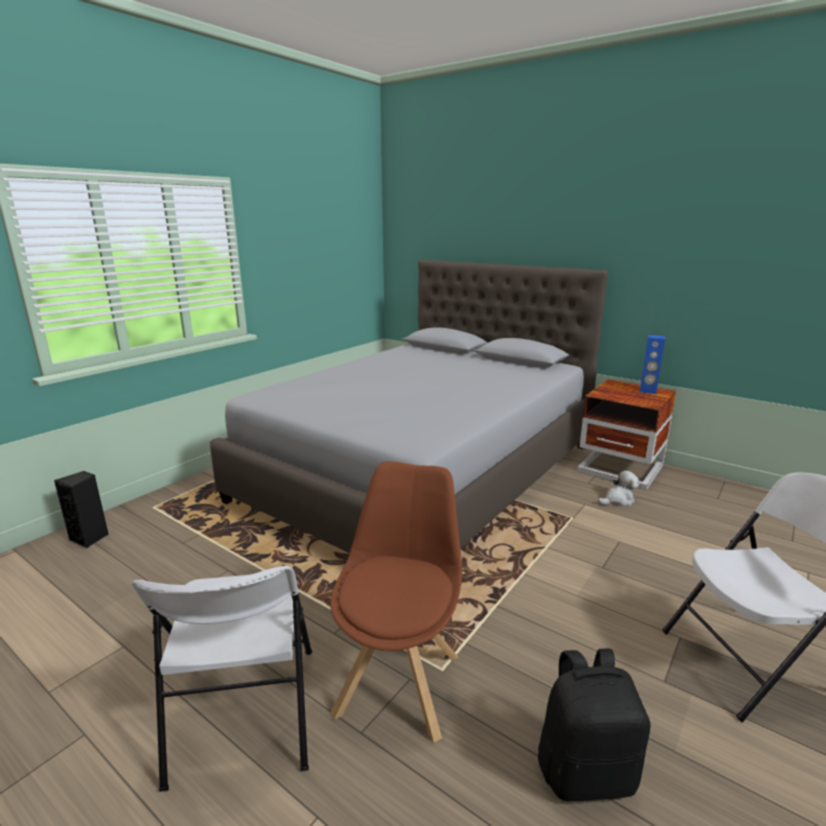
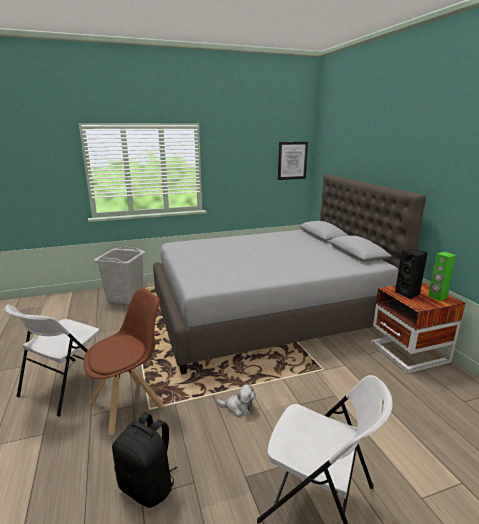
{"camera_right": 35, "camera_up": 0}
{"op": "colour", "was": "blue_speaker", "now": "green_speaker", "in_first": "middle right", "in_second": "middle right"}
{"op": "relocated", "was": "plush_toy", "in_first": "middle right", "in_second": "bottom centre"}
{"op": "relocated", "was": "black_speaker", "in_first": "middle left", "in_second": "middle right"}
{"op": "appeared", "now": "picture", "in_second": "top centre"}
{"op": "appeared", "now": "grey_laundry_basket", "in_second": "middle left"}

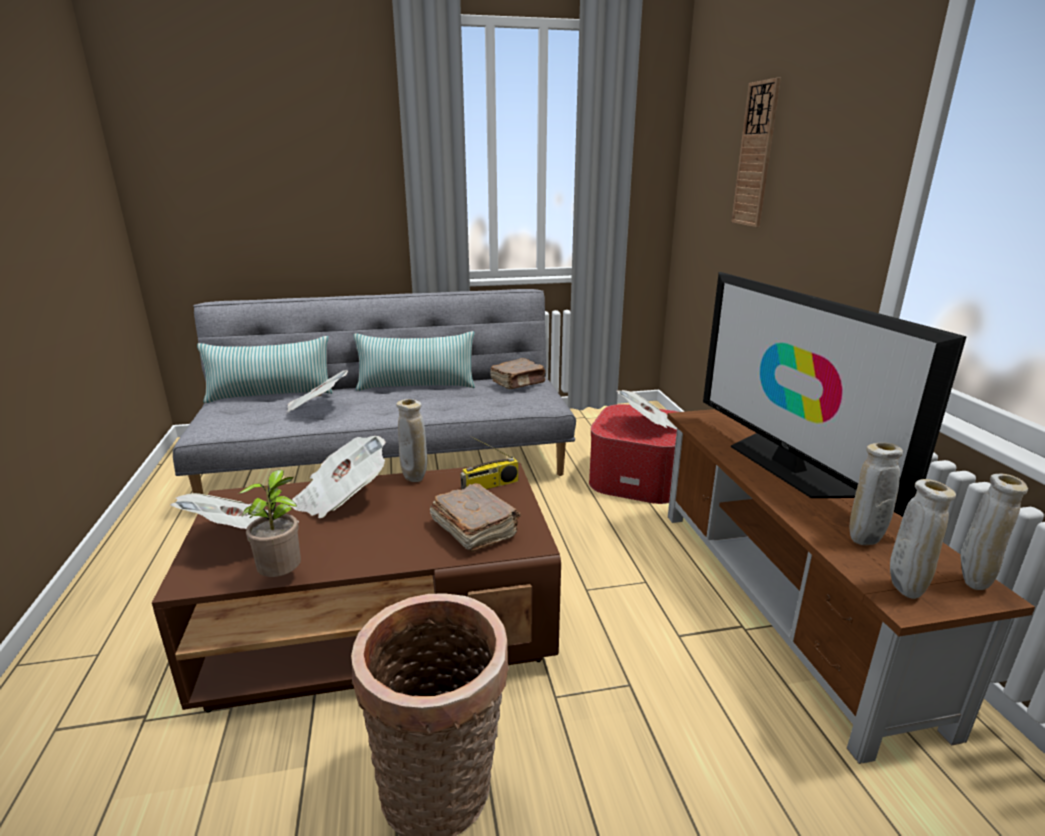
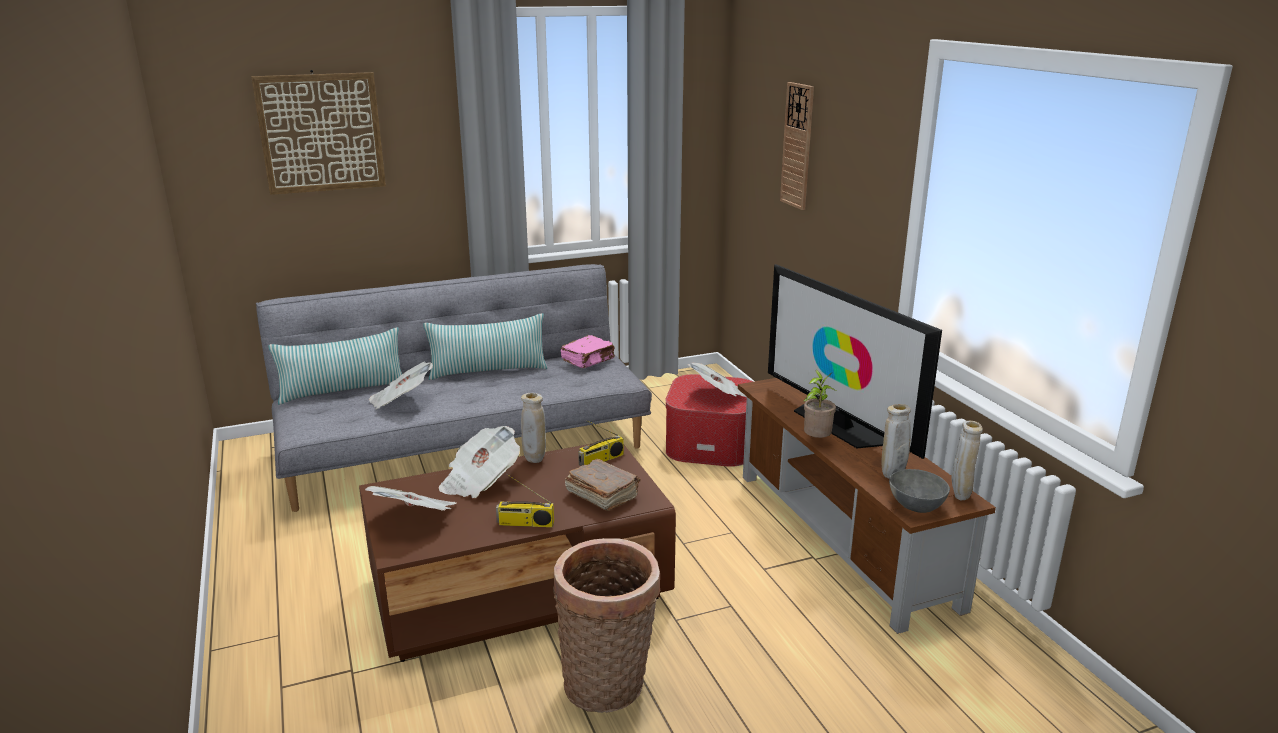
{"camera_right": -10, "camera_up": 0}
{"op": "colour", "was": "brown_book (no. 2 from left)", "now": "pink_book", "in_first": "centre", "in_second": "centre"}
{"op": "relocated", "was": "potted_plant", "in_first": "middle left", "in_second": "centre"}
{"op": "exchanged", "was": "beige_vase (no. 3 from left)", "now": "grey_bowl", "in_first": "middle right", "in_second": "bottom right"}
{"op": "appeared", "now": "picture", "in_second": "top left"}
{"op": "appeared", "now": "radio (no. 1 from left)", "in_second": "bottom centre"}

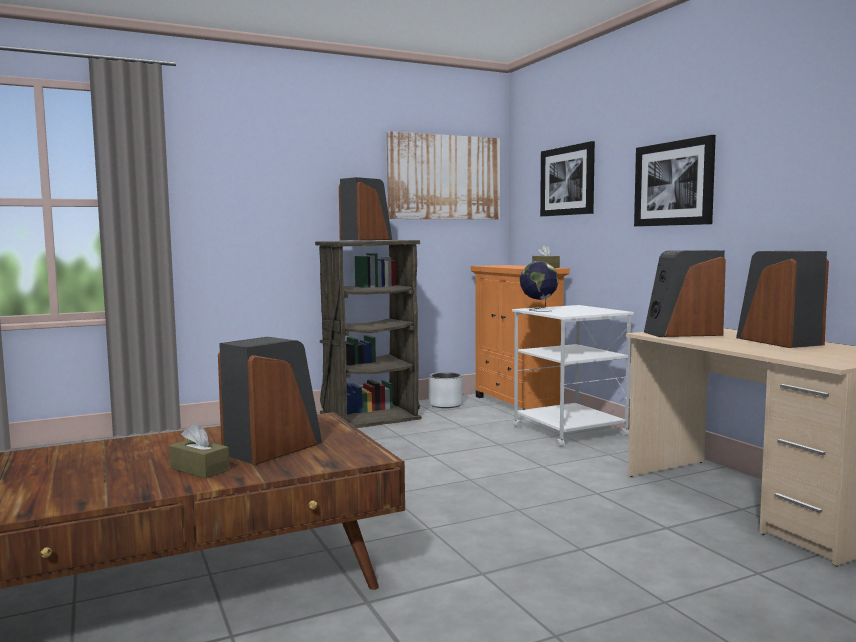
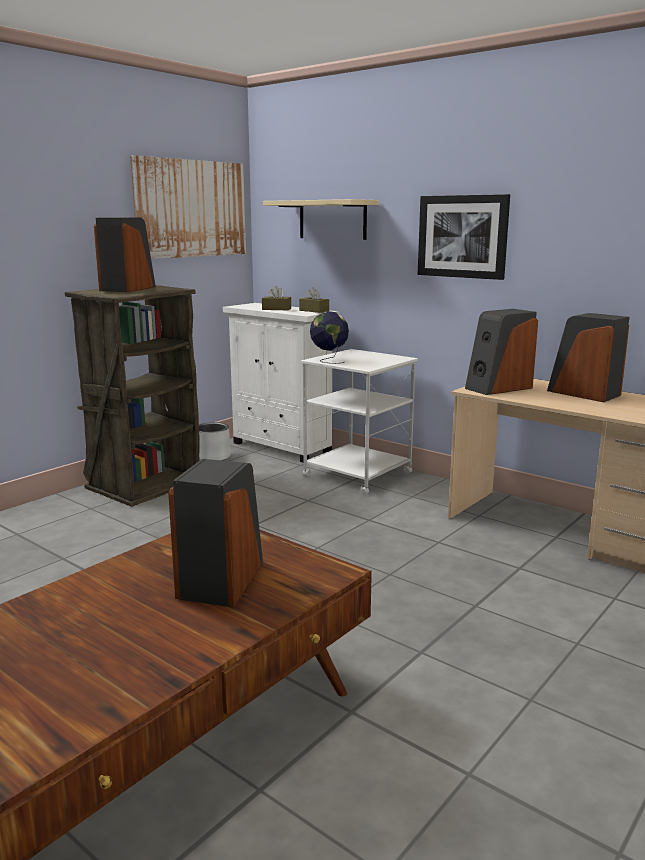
{"camera_right": -25, "camera_up": 10}
{"op": "exchanged", "was": "picture (no. 2 from left)", "now": "beige_shelf", "in_first": "top centre", "in_second": "top centre"}
{"op": "colour", "was": "orange_cabinet", "now": "white_cabinet", "in_first": "centre", "in_second": "centre"}
{"op": "relocated", "was": "brown_tissue_box (no. 1 from left)", "in_first": "bottom left", "in_second": "centre"}

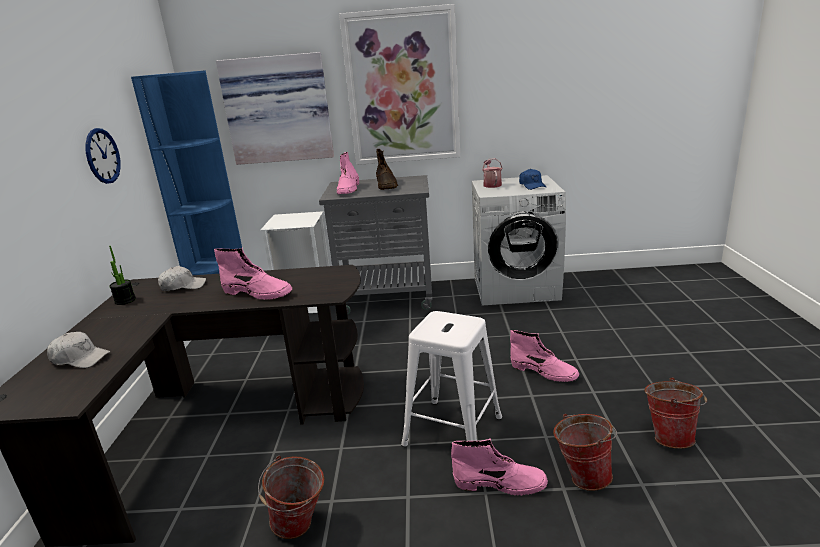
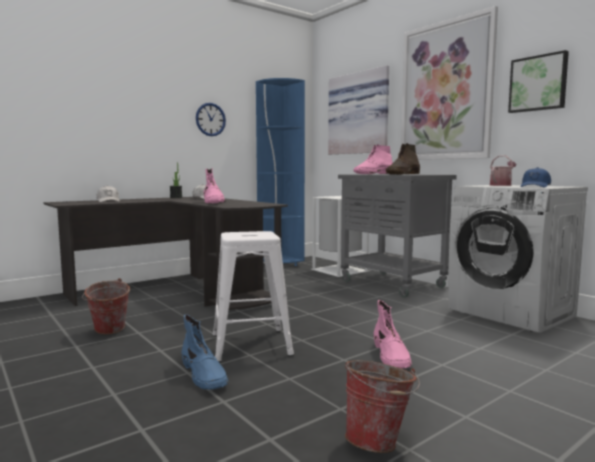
{"camera_right": 50, "camera_up": -15}
{"op": "missing", "was": "bucket (no. 2 from left)", "in_first": "bottom right"}
{"op": "colour", "was": "pink_boot (no. 3 from left)", "now": "blue_boot", "in_first": "bottom centre", "in_second": "bottom centre"}
{"op": "appeared", "now": "picture (no. 3 from left)", "in_second": "top right"}

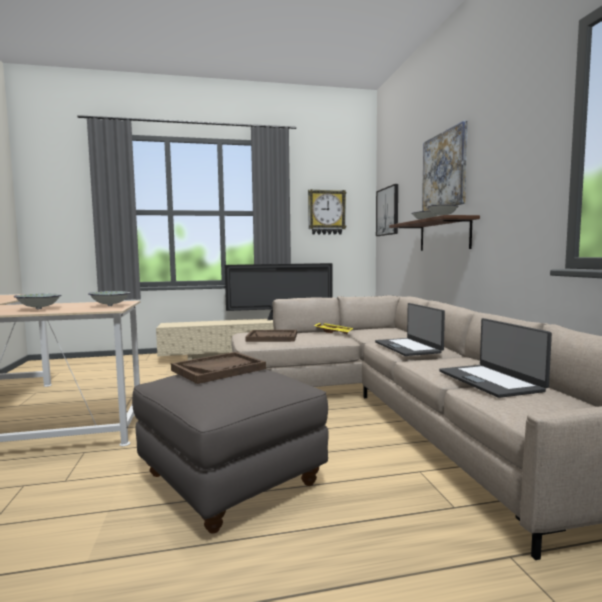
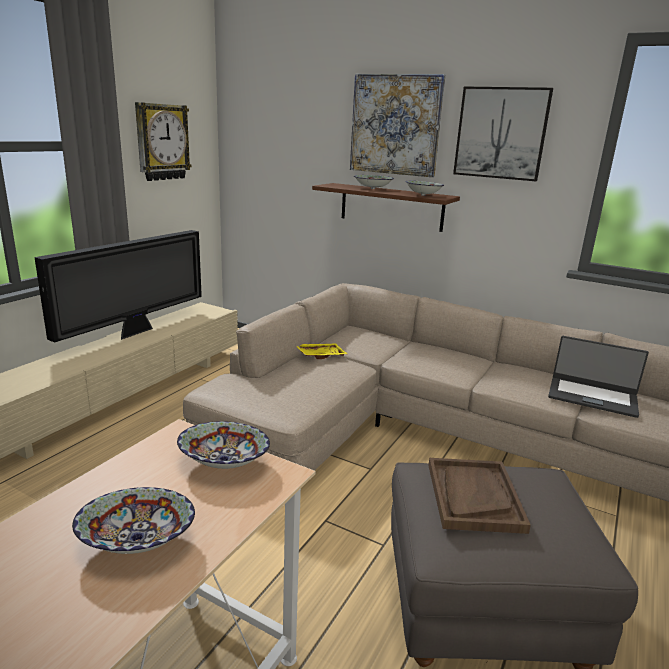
{"camera_right": -50, "camera_up": 15}
{"op": "relocated", "was": "picture (no. 1 from left in the first image)", "now": "picture (no. 2 from left)", "in_first": "centre", "in_second": "top right"}
{"op": "missing", "was": "laptop (no. 1 from left)", "in_first": "middle right"}
{"op": "missing", "was": "brown_tray (no. 2 from left)", "in_first": "centre"}

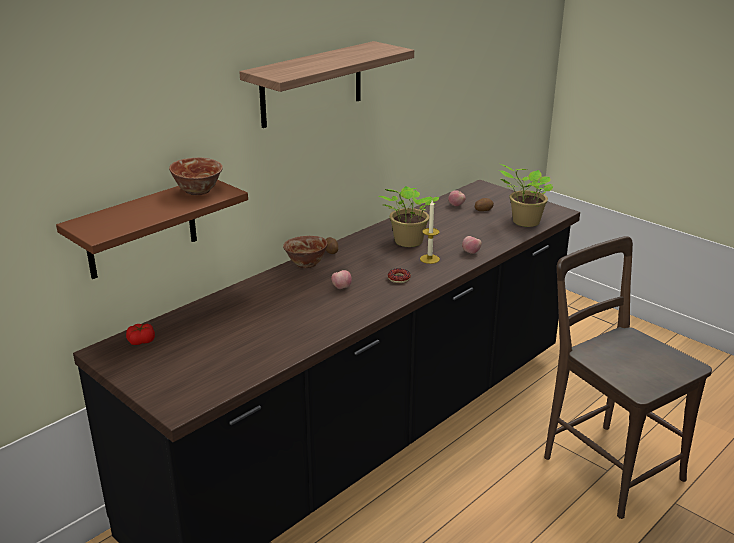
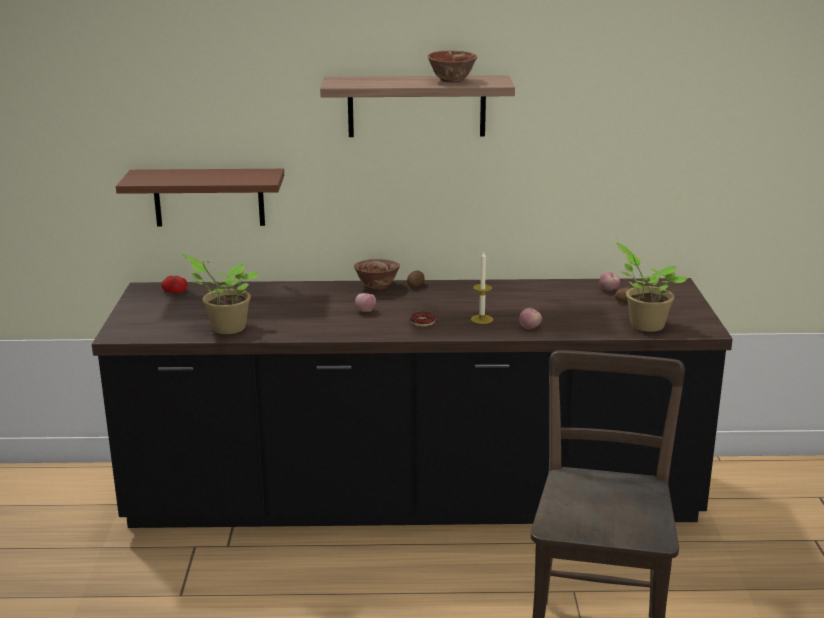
{"camera_right": 45, "camera_up": -5}
{"op": "relocated", "was": "bowl (no. 1 from left in the first image)", "now": "bowl (no. 2 from left)", "in_first": "top left", "in_second": "top centre"}
{"op": "relocated", "was": "potted_plant (no. 1 from left)", "in_first": "centre", "in_second": "middle left"}

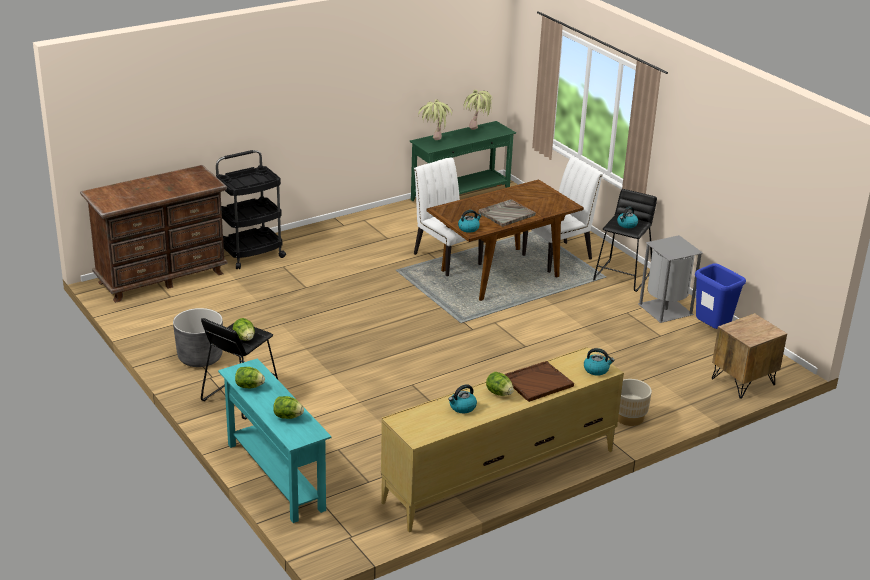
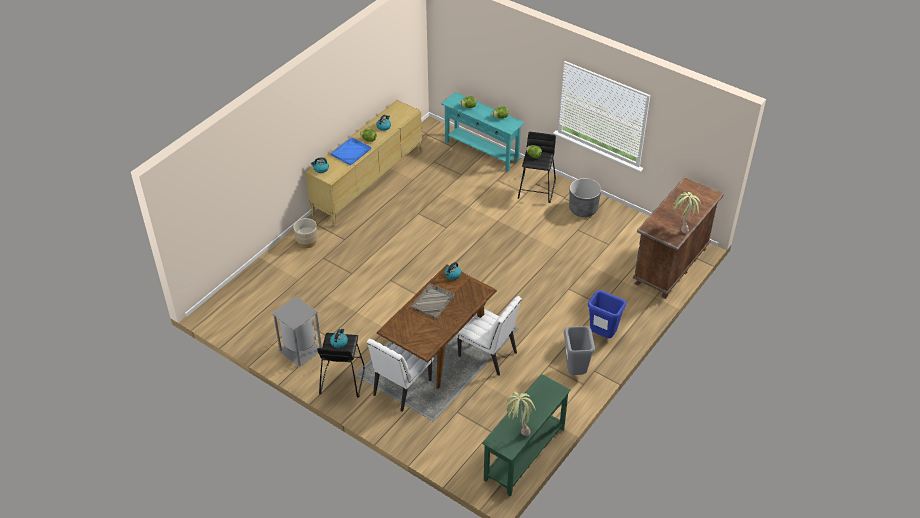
{"camera_right": 160, "camera_up": 15}
{"op": "relocated", "was": "potted_plant (no. 1 from left in the first image)", "now": "potted_plant (no. 2 from left)", "in_first": "top centre", "in_second": "middle right"}
{"op": "missing", "was": "black_cart", "in_first": "middle left"}
{"op": "relocated", "was": "blue_trash_can", "in_first": "middle right", "in_second": "centre"}
{"op": "missing", "was": "brown_nightstand", "in_first": "middle right"}
{"op": "colour", "was": "brown_tray", "now": "blue_tray", "in_first": "centre", "in_second": "top centre"}
{"op": "appeared", "now": "grey_trash_can (no. 2 from left)", "in_second": "bottom centre"}

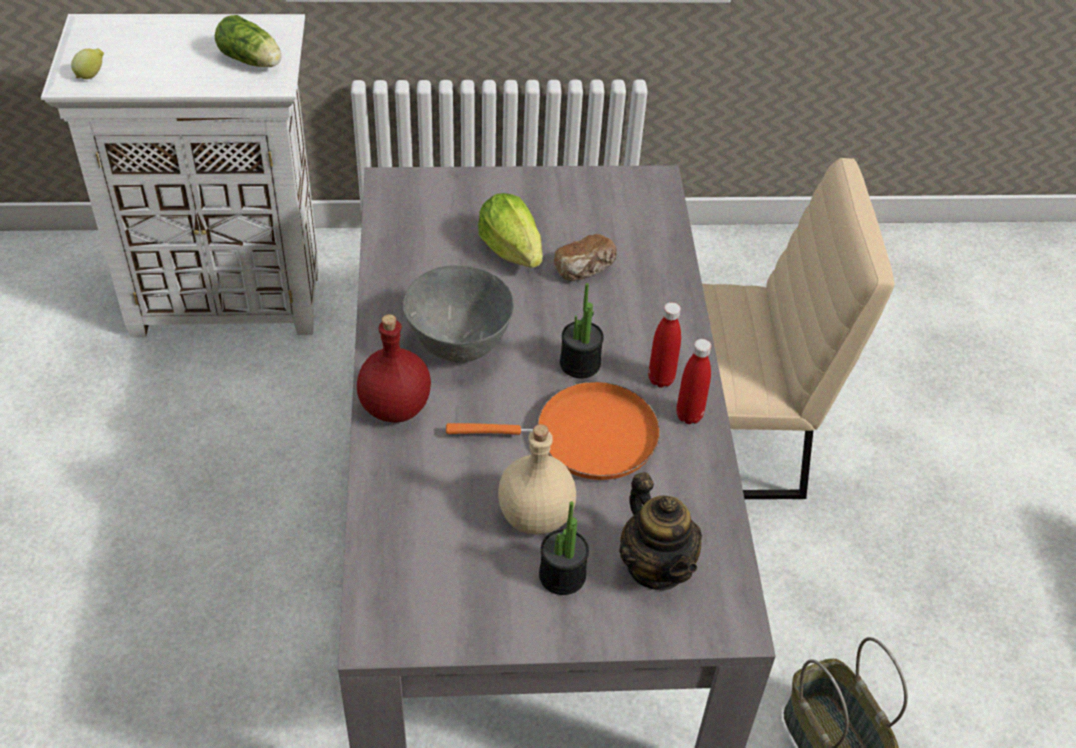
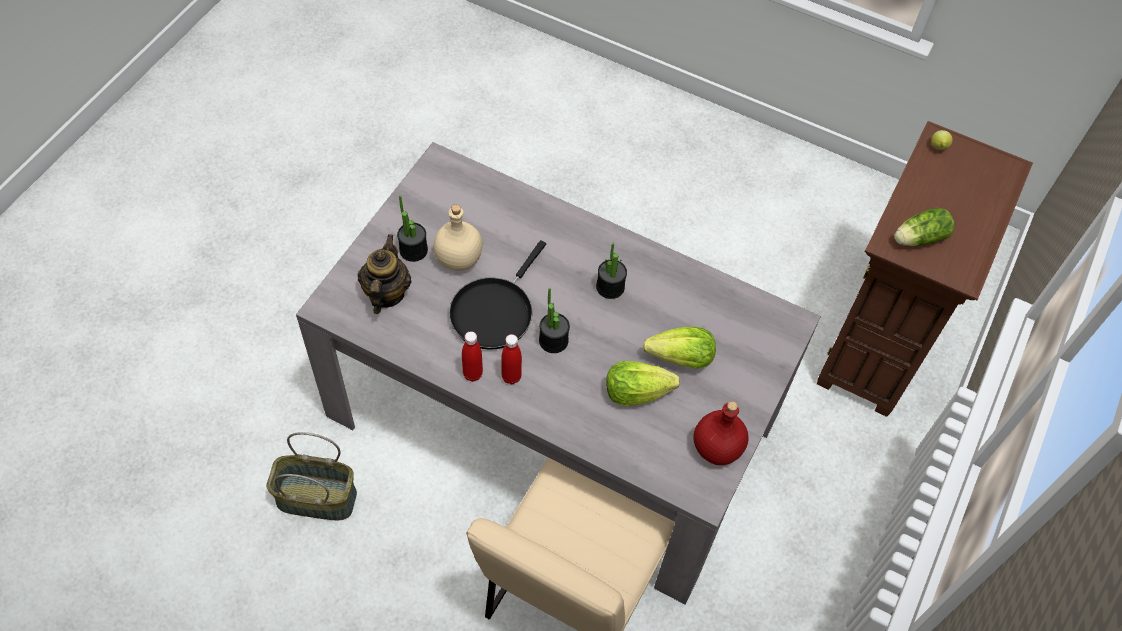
{"camera_right": 120, "camera_up": 10}
{"op": "colour", "was": "white_cabinet", "now": "brown_cabinet", "in_first": "top left", "in_second": "middle right"}
{"op": "exchanged", "was": "bread", "now": "lettuce (no. 1 from left)", "in_first": "centre", "in_second": "centre"}
{"op": "exchanged", "was": "grey_bowl", "now": "potted_plant (no. 3 from left)", "in_first": "centre", "in_second": "centre"}
{"op": "relocated", "was": "red_bottle (no. 1 from left in the first image)", "now": "red_bottle (no. 3 from left)", "in_first": "centre", "in_second": "bottom centre"}
{"op": "colour", "was": "orange_frying_pan", "now": "black_frying_pan", "in_first": "centre", "in_second": "centre"}
{"op": "spun", "was": "teapot", "in_first": "bottom centre", "in_second": "centre", "clockwise": 90}

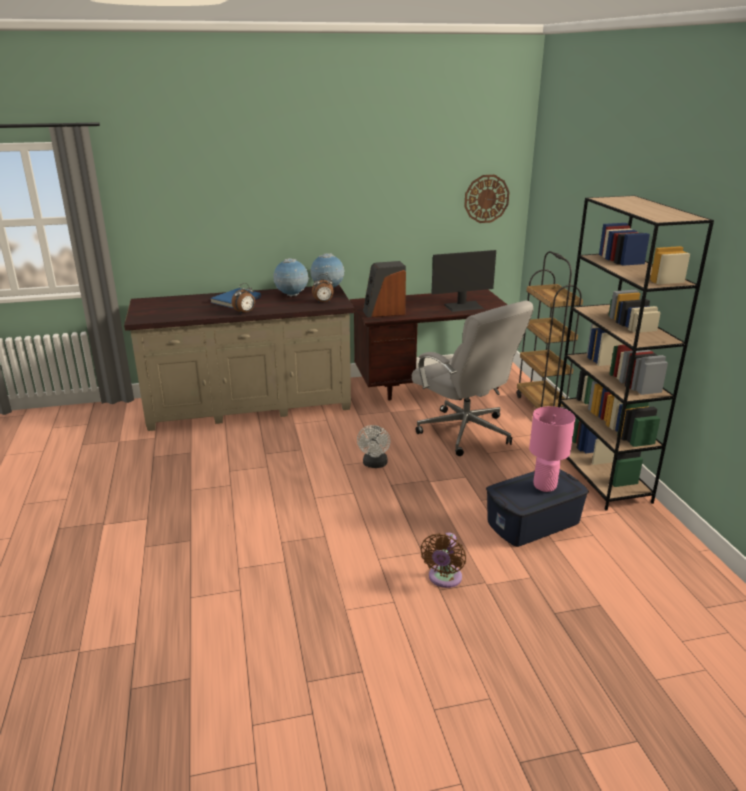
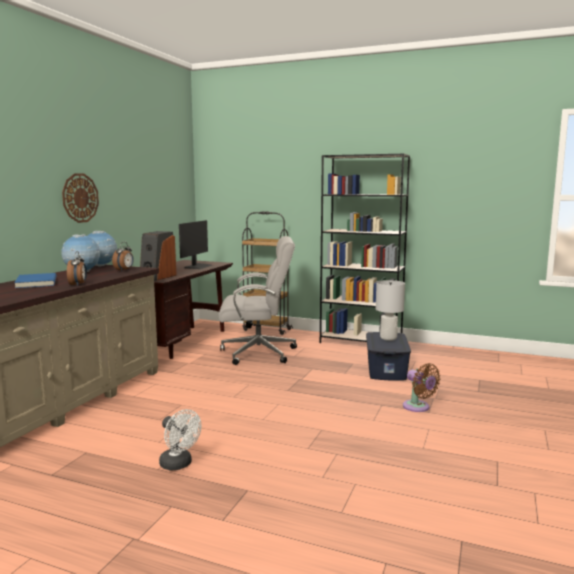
{"camera_right": -55, "camera_up": -15}
{"op": "relocated", "was": "wall_clock", "in_first": "top centre", "in_second": "middle left"}
{"op": "colour", "was": "pink_table_lamp", "now": "grey_table_lamp", "in_first": "middle right", "in_second": "middle right"}
{"op": "relocated", "was": "white_fan", "in_first": "centre", "in_second": "bottom left"}

